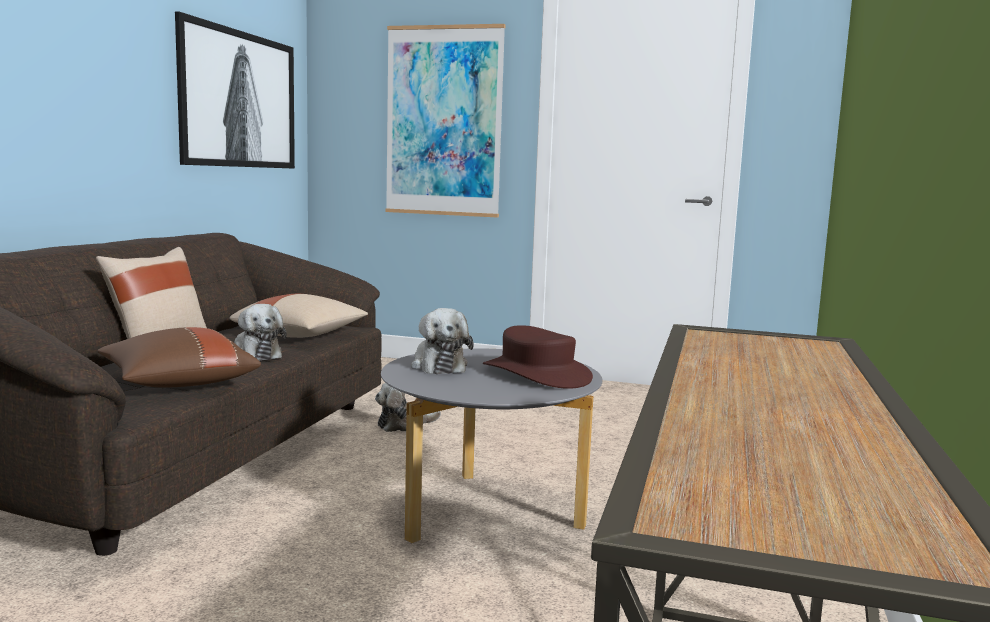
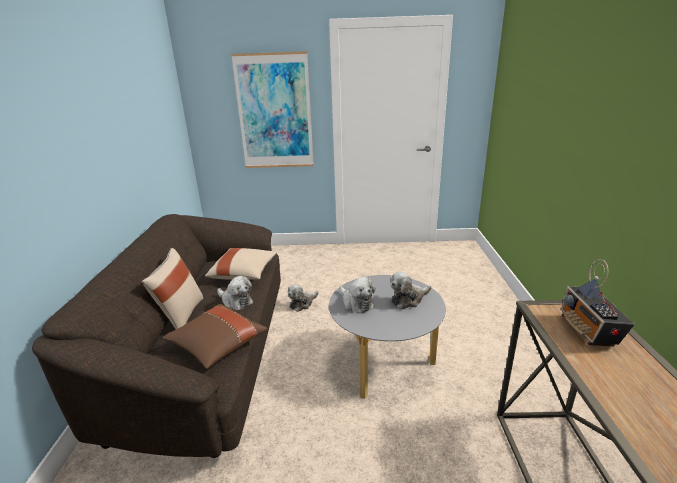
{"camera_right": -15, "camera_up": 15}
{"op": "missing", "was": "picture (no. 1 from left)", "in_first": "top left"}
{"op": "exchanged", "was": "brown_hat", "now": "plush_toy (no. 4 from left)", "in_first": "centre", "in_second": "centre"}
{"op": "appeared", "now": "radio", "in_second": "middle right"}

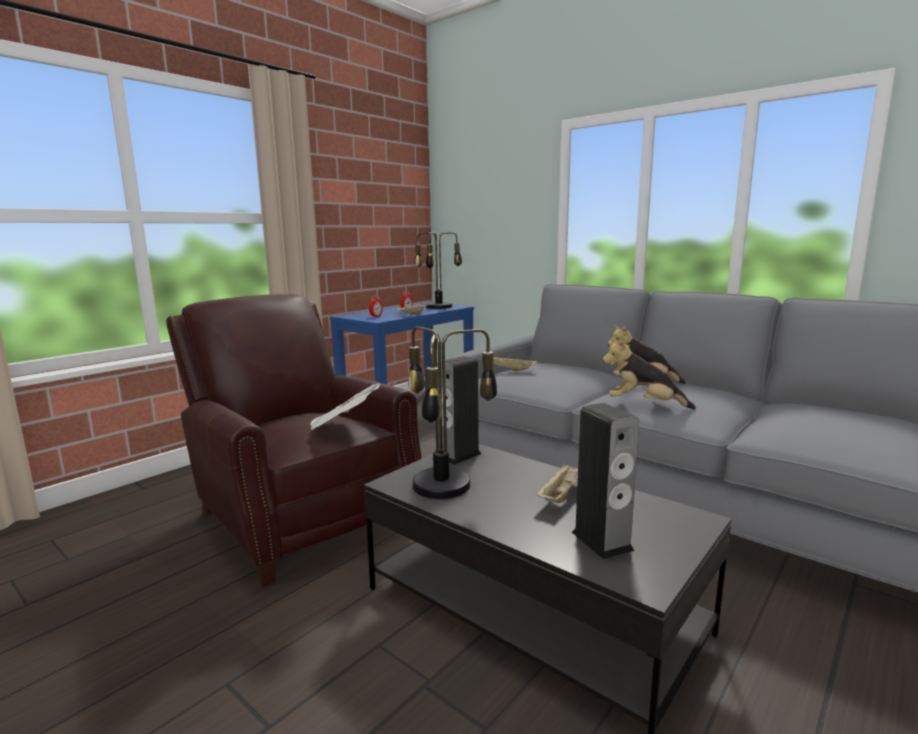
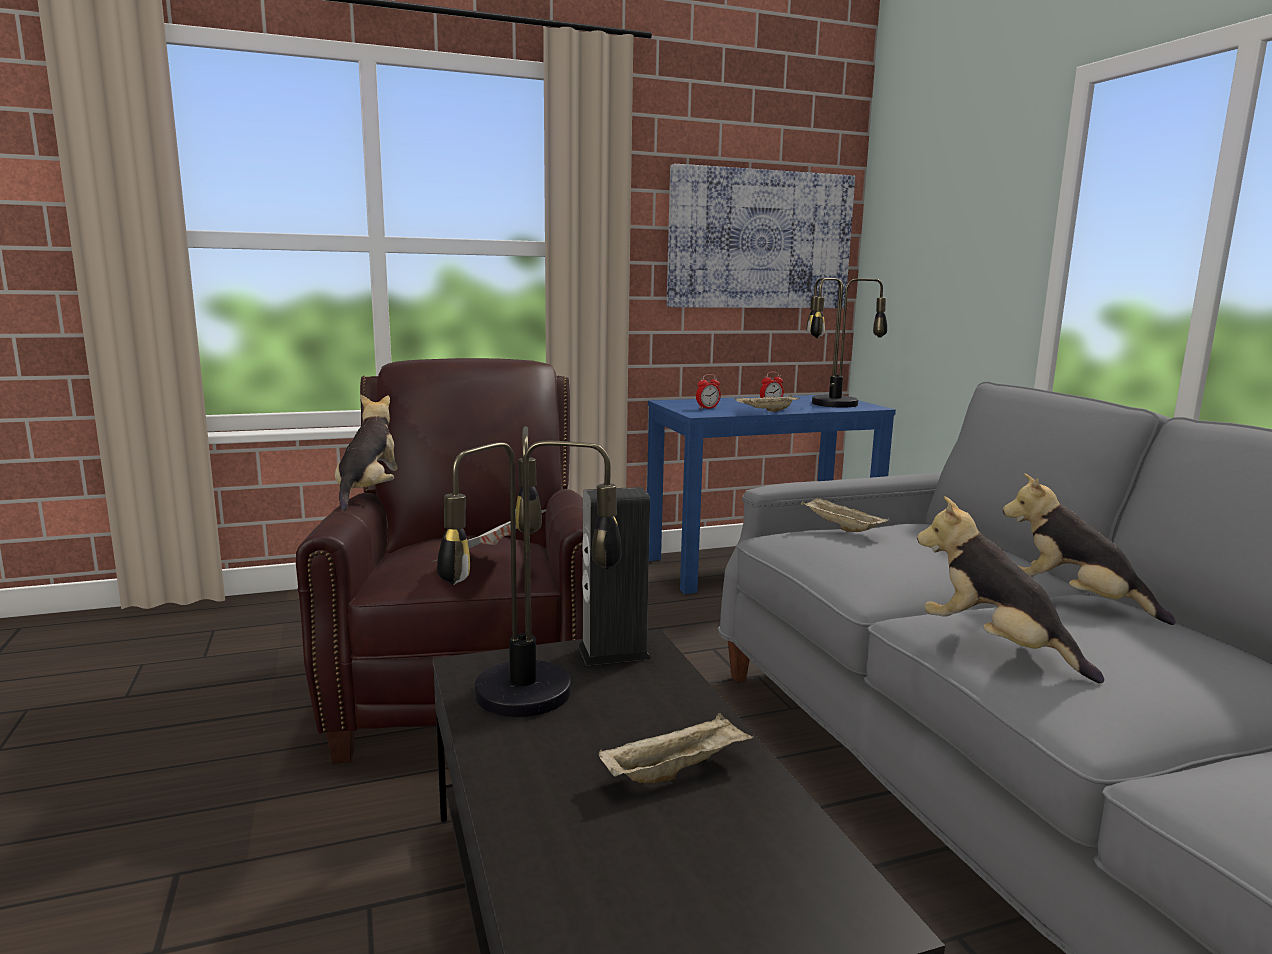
{"camera_right": 30, "camera_up": 0}
{"op": "missing", "was": "speaker (no. 2 from left)", "in_first": "centre"}
{"op": "appeared", "now": "picture", "in_second": "top centre"}
{"op": "appeared", "now": "plush_toy (no. 1 from left)", "in_second": "middle left"}

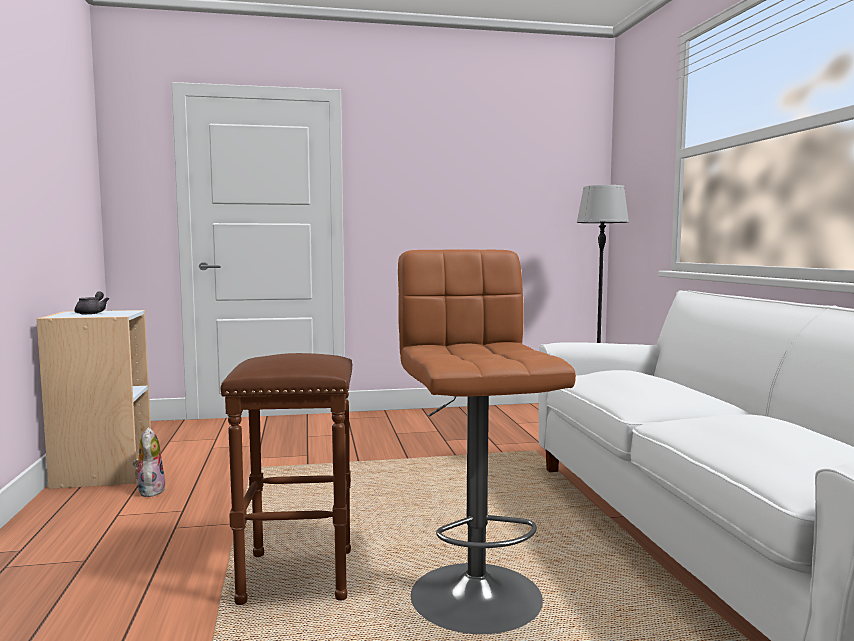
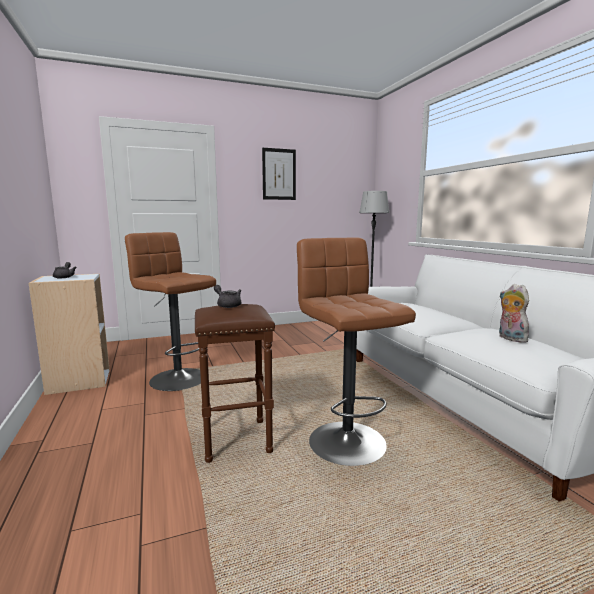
{"camera_right": -10, "camera_up": 5}
{"op": "relocated", "was": "plush_toy", "in_first": "bottom left", "in_second": "middle right"}
{"op": "appeared", "now": "picture", "in_second": "top centre"}
{"op": "appeared", "now": "brown_stool (no. 1 from left)", "in_second": "middle left"}
{"op": "appeared", "now": "grey_teapot (no. 2 from left)", "in_second": "centre"}

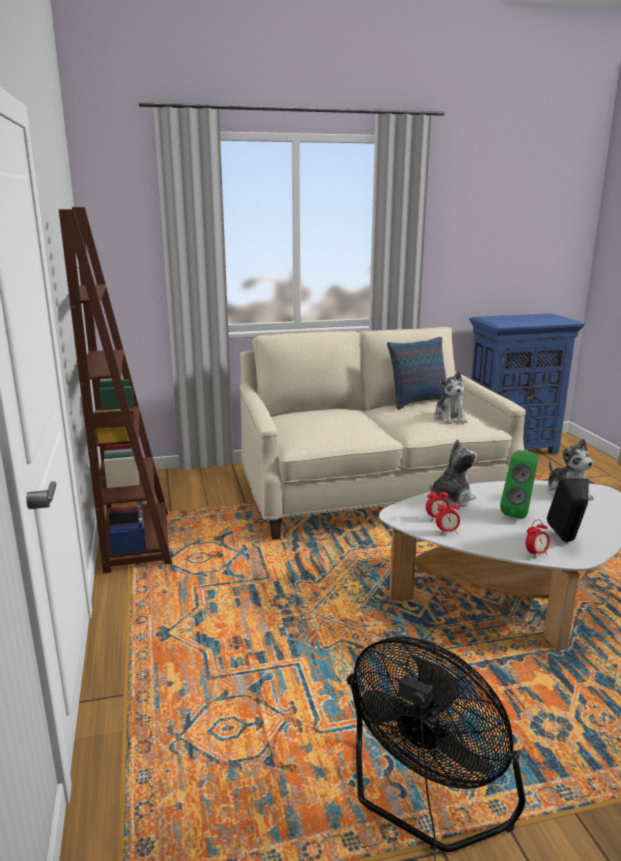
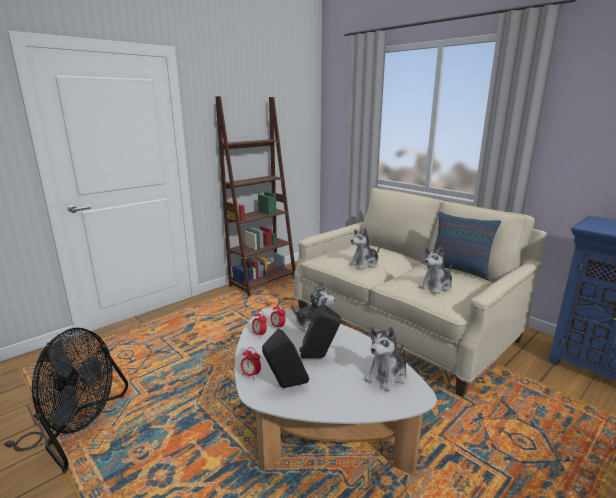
{"camera_right": 60, "camera_up": 0}
{"op": "colour", "was": "green_speaker", "now": "black_speaker (no. 2 from left)", "in_first": "middle right", "in_second": "centre"}
{"op": "appeared", "now": "plush_toy (no. 2 from left)", "in_second": "centre"}

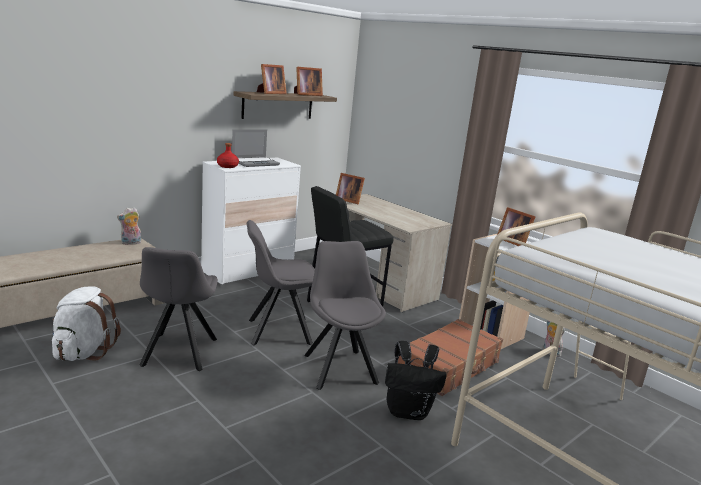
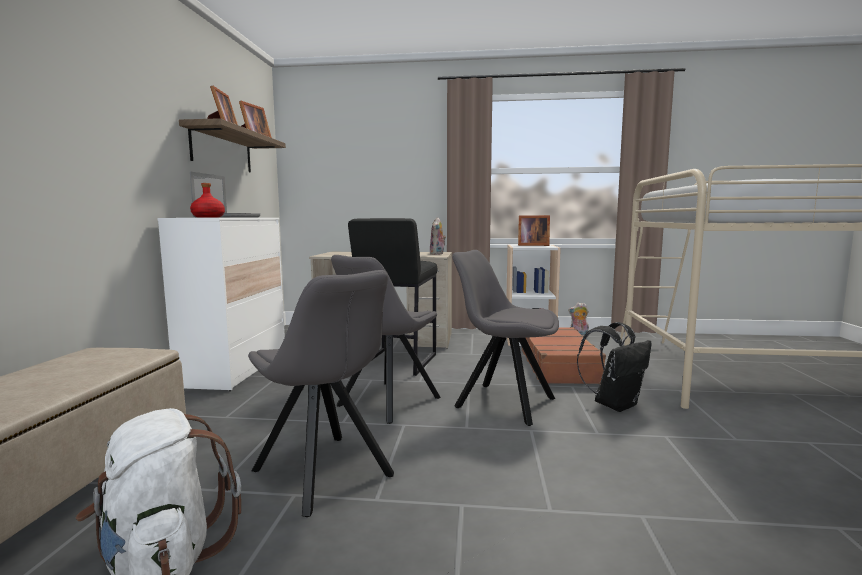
{"camera_right": -40, "camera_up": -10}
{"op": "missing", "was": "picture_frame (no. 3 from left)", "in_first": "centre"}
{"op": "relocated", "was": "plush_toy (no. 1 from left)", "in_first": "middle left", "in_second": "centre"}

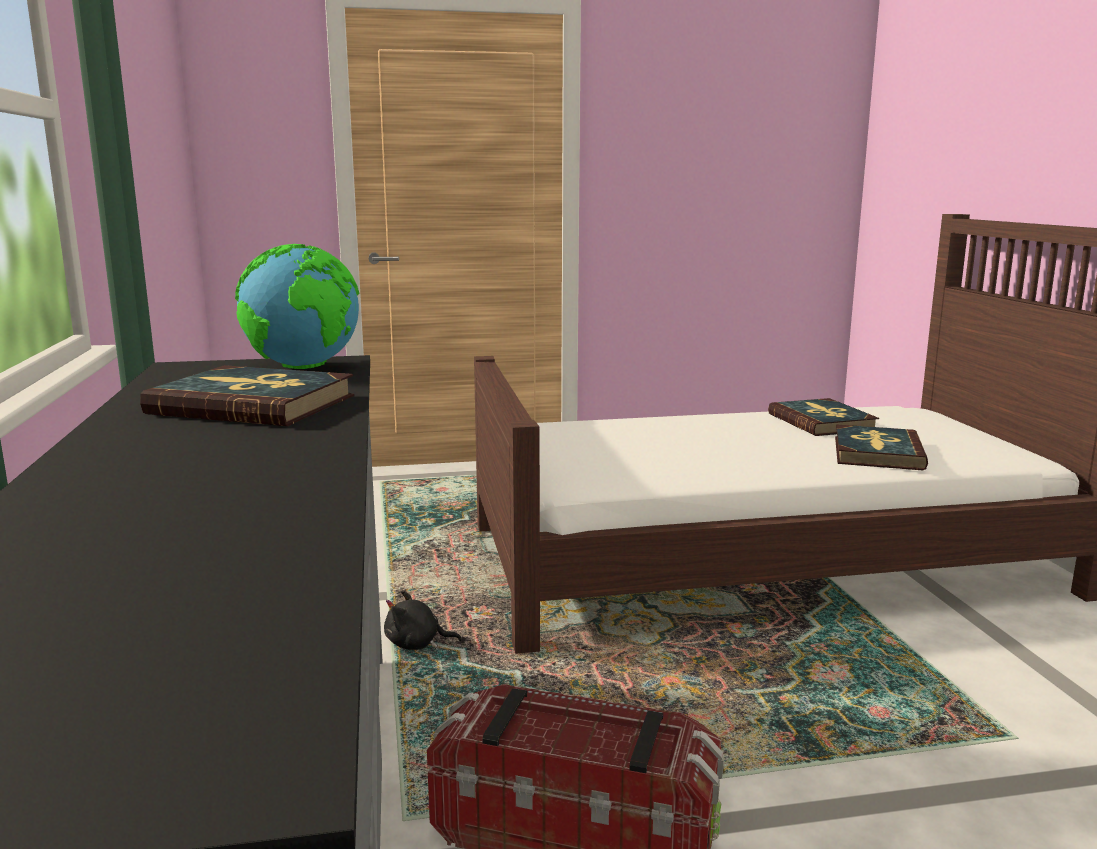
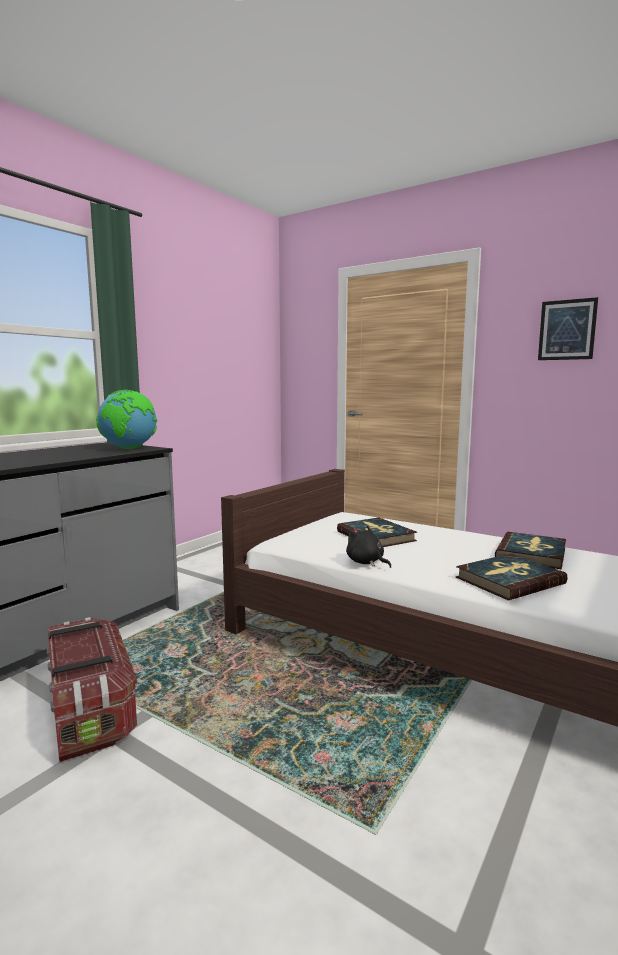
{"camera_right": 45, "camera_up": -5}
{"op": "relocated", "was": "book (no. 1 from left)", "in_first": "middle left", "in_second": "centre"}
{"op": "relocated", "was": "black_plush_toy", "in_first": "bottom centre", "in_second": "centre"}
{"op": "appeared", "now": "picture", "in_second": "middle right"}

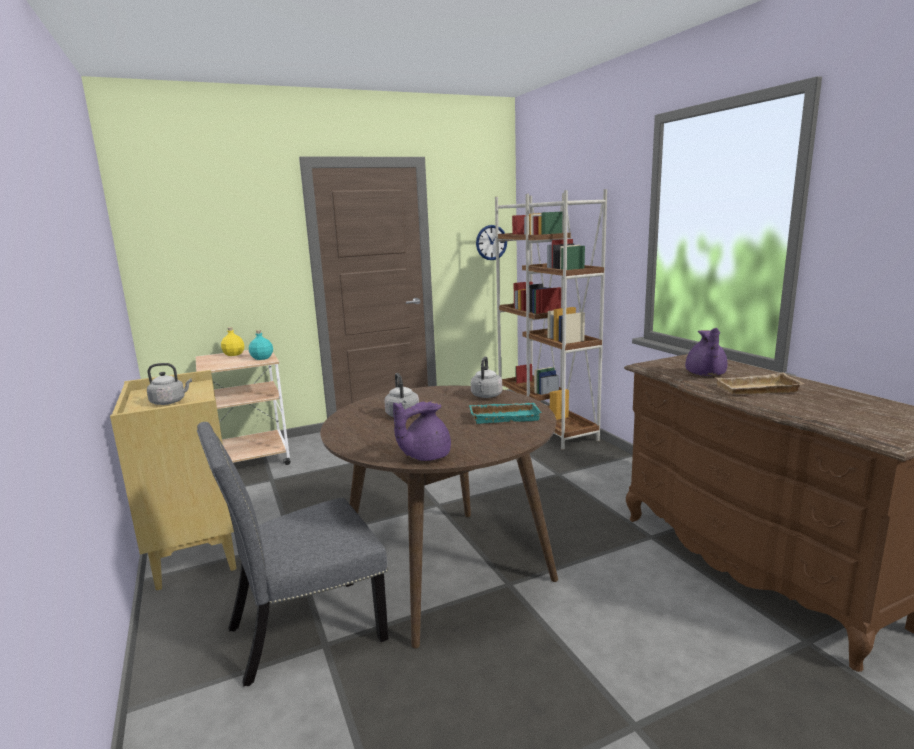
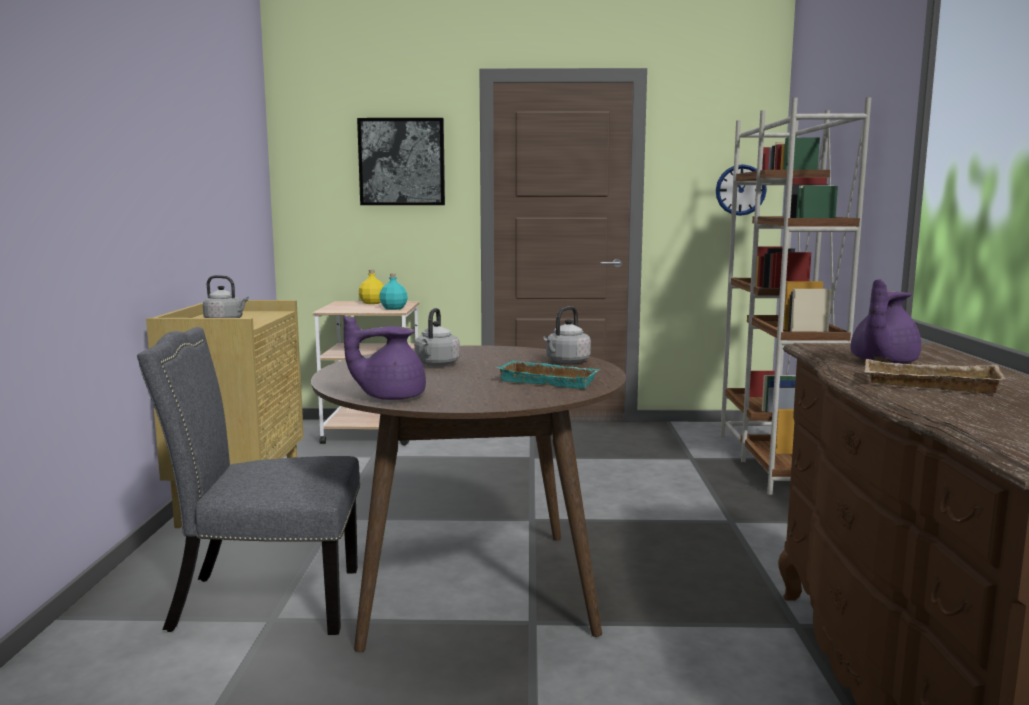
{"camera_right": 25, "camera_up": -5}
{"op": "appeared", "now": "picture", "in_second": "top centre"}

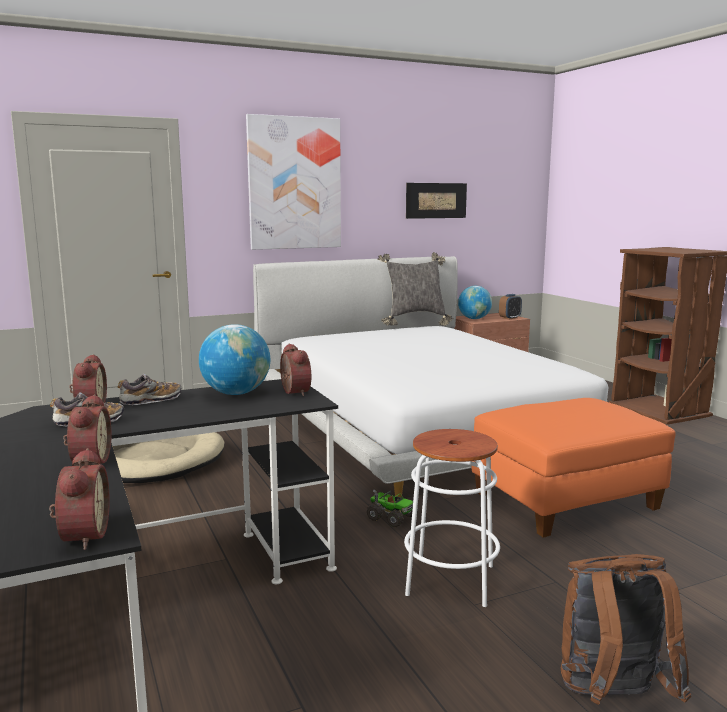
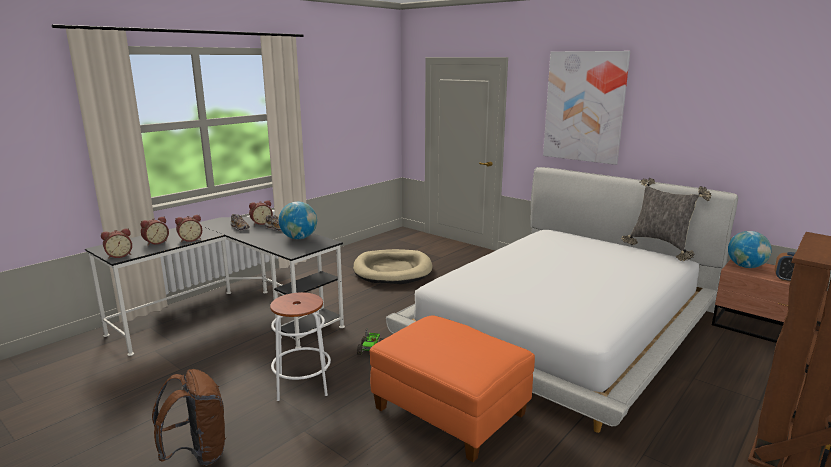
{"camera_right": 65, "camera_up": 5}
{"op": "missing", "was": "picture (no. 2 from left)", "in_first": "top centre"}
{"op": "relocated", "was": "alarm_clock (no. 4 from left in the first image)", "now": "alarm_clock (no. 2 from left)", "in_first": "centre", "in_second": "middle left"}

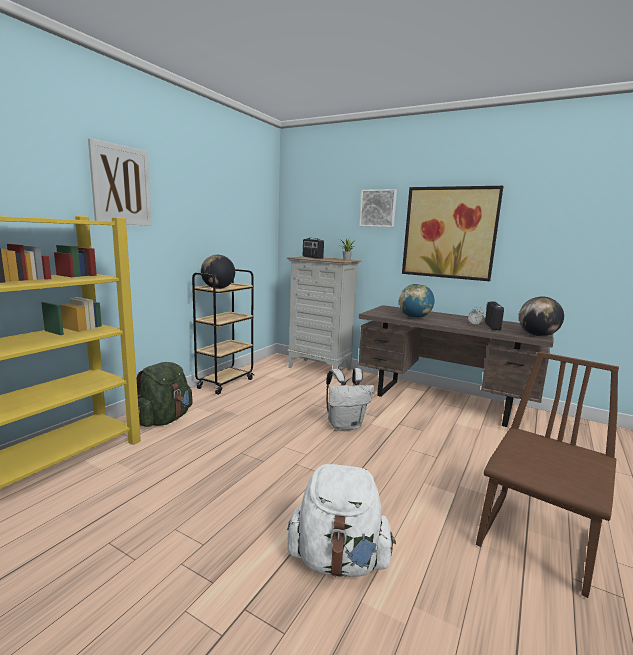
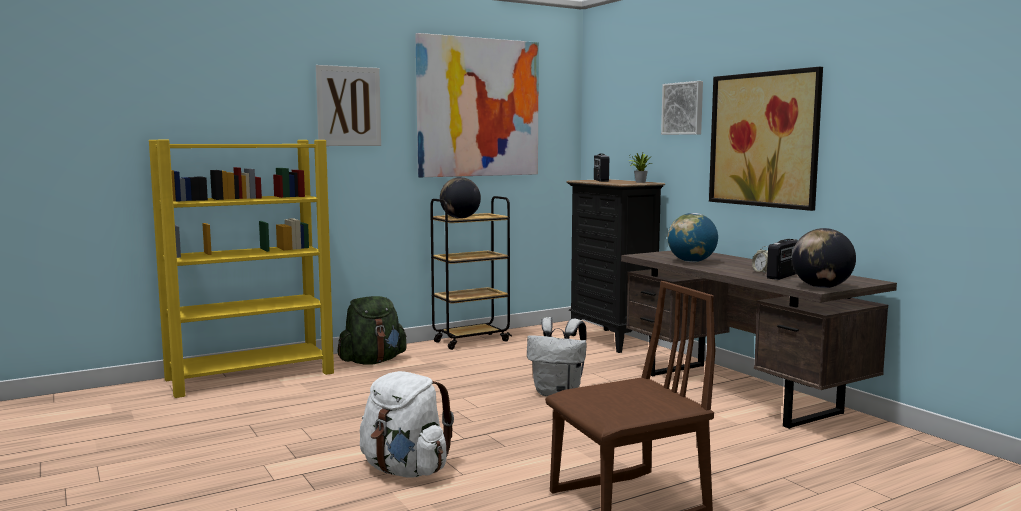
{"camera_right": 30, "camera_up": -5}
{"op": "colour", "was": "white_dresser", "now": "black_dresser", "in_first": "centre", "in_second": "centre"}
{"op": "appeared", "now": "picture (no. 2 from left)", "in_second": "top centre"}

